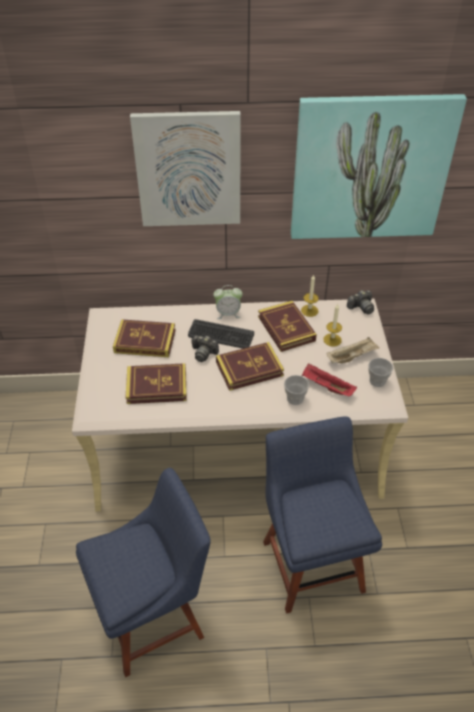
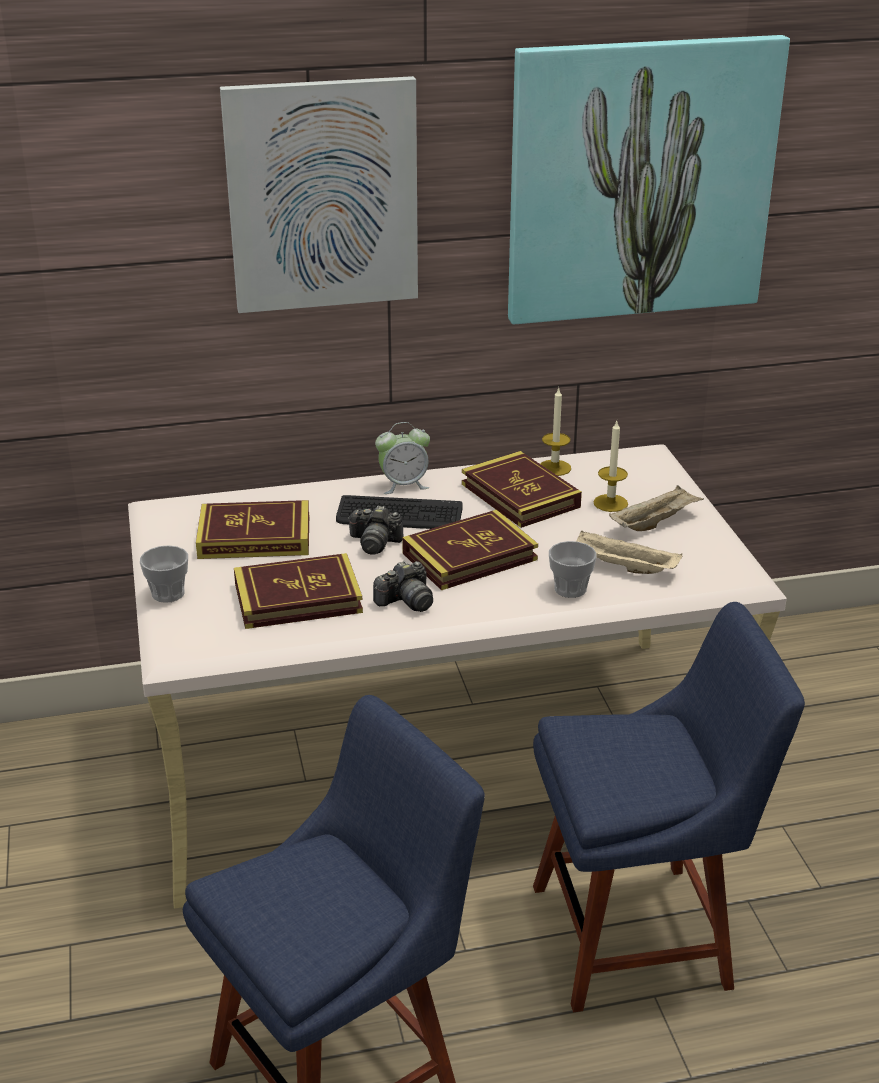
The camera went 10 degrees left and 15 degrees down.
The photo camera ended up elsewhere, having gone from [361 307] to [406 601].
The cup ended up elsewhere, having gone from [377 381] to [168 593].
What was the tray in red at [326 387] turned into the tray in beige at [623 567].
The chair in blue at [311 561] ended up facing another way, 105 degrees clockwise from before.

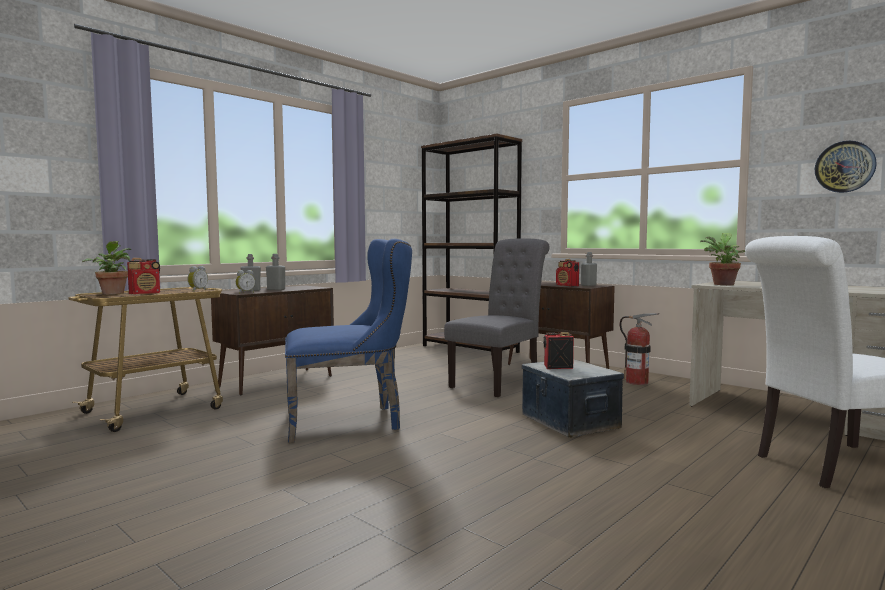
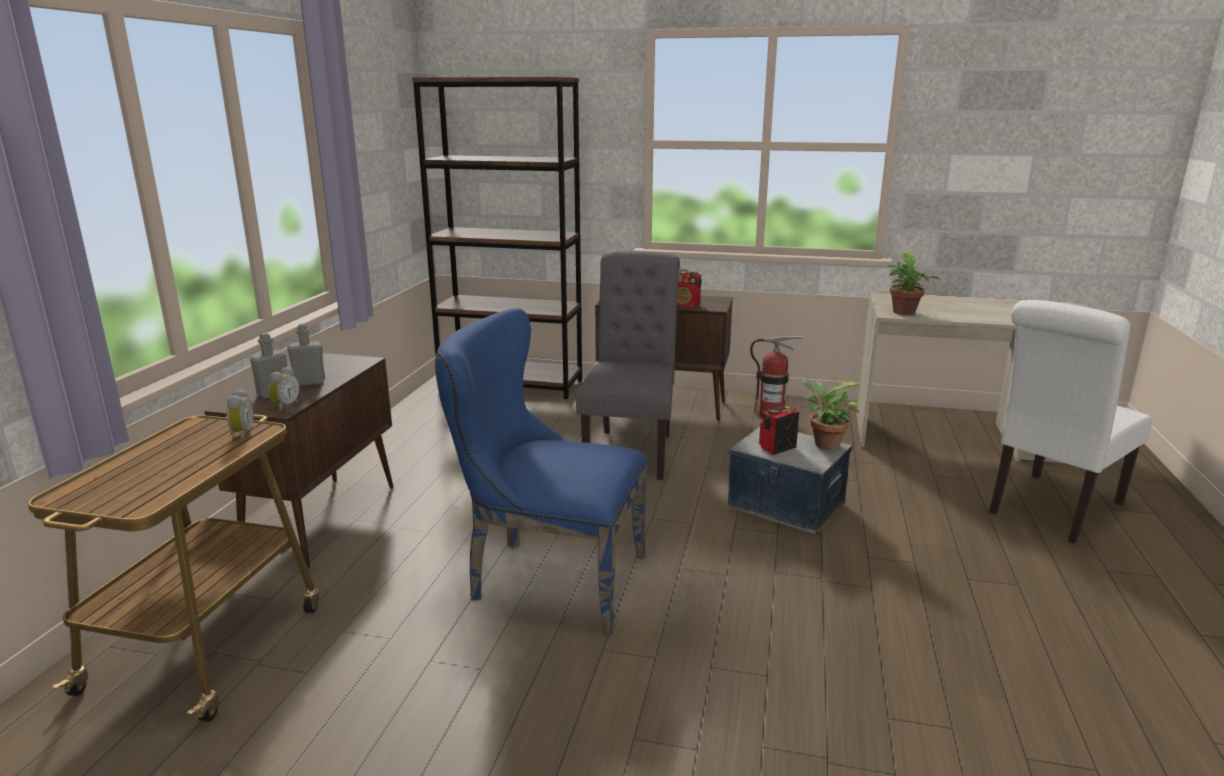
The camera went 30 degrees left and 15 degrees up.
The second view lost the radio at [145 293].
The second view lost the bottle in grey at [588 285].
The second view lost the wall clock at [845 167].
The potted plant ended up elsewhere, having gone from [112 293] to [823 444].
The chair in blue at [350 421] ended up facing another way, 120 degrees counterclockwise from before.

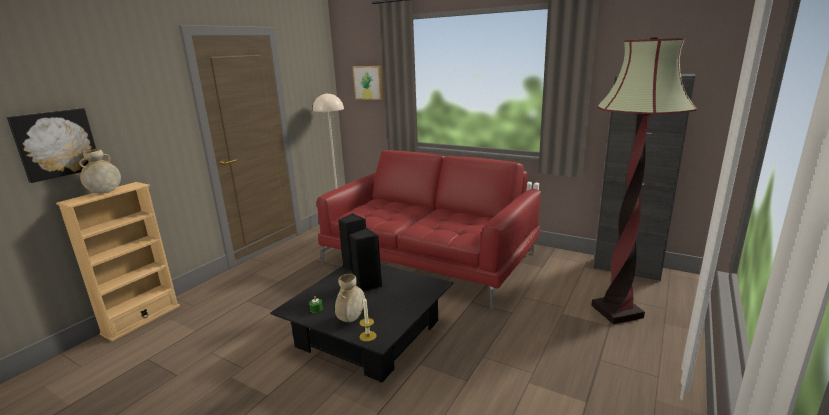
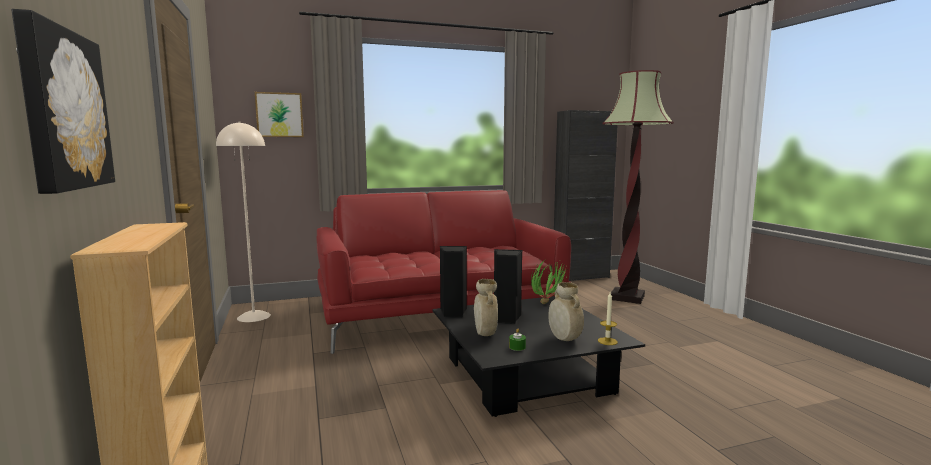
The camera went 50 degrees left and 10 degrees down.
The second view gained the potted plant at [549 303].
The vase in beige ended up elsewhere, having gone from [105 192] to [485 334].

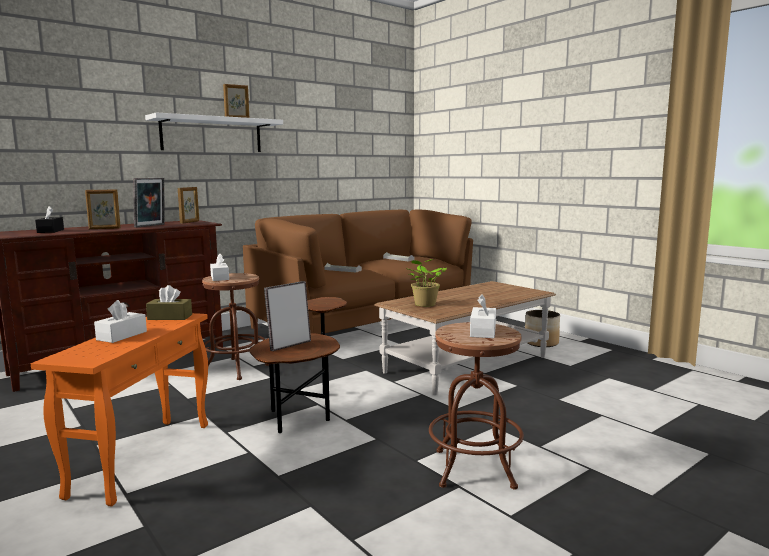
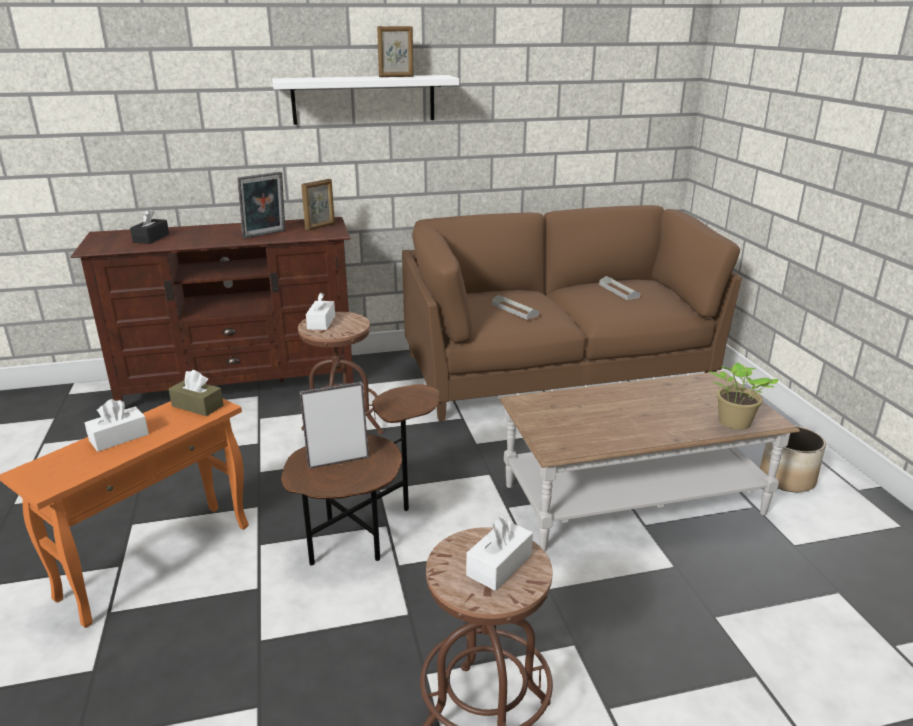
The camera went 25 degrees right and 15 degrees up.
The second view lost the picture frame at [104 228].
The potted plant ended up elsewhere, having gone from [424 305] to [733 423].

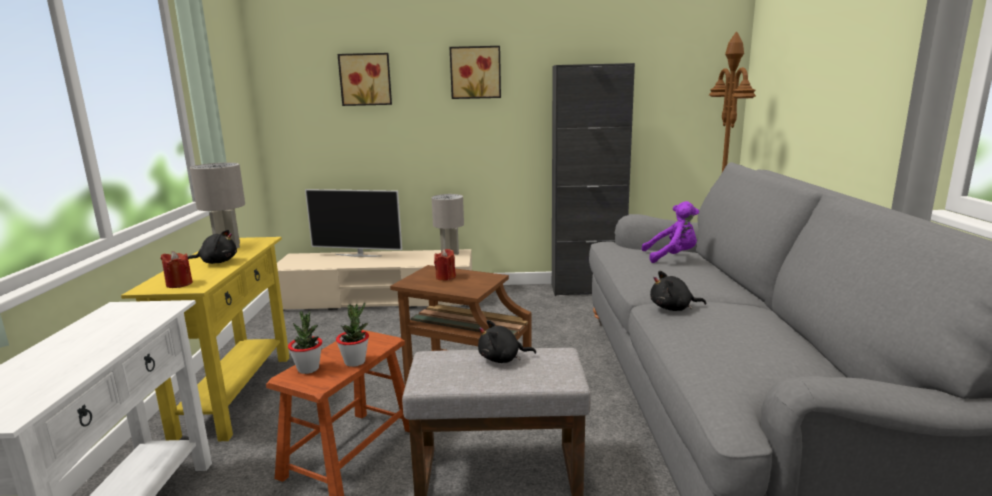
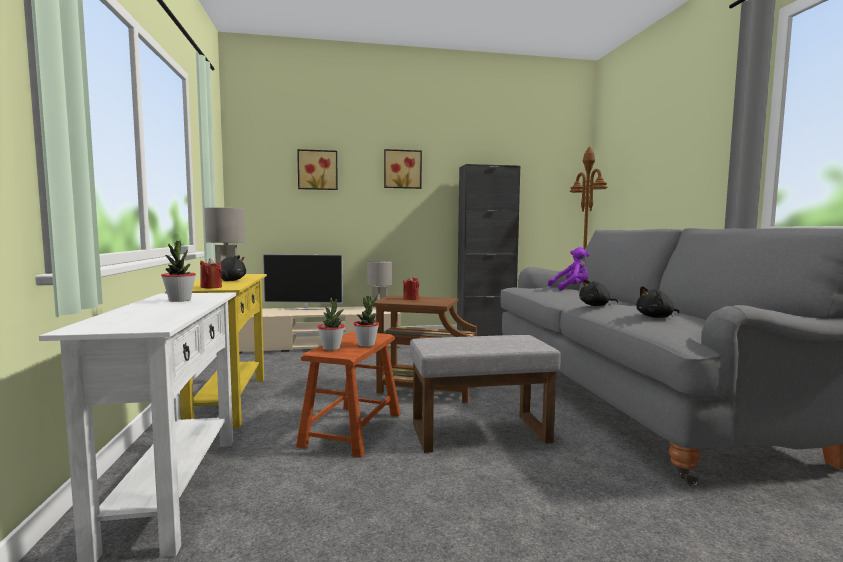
The camera went 10 degrees left and 10 degrees down.
The second view gained the potted plant at [180 300].
The plush toy in black ended up elsewhere, having gone from [502 359] to [656 317].

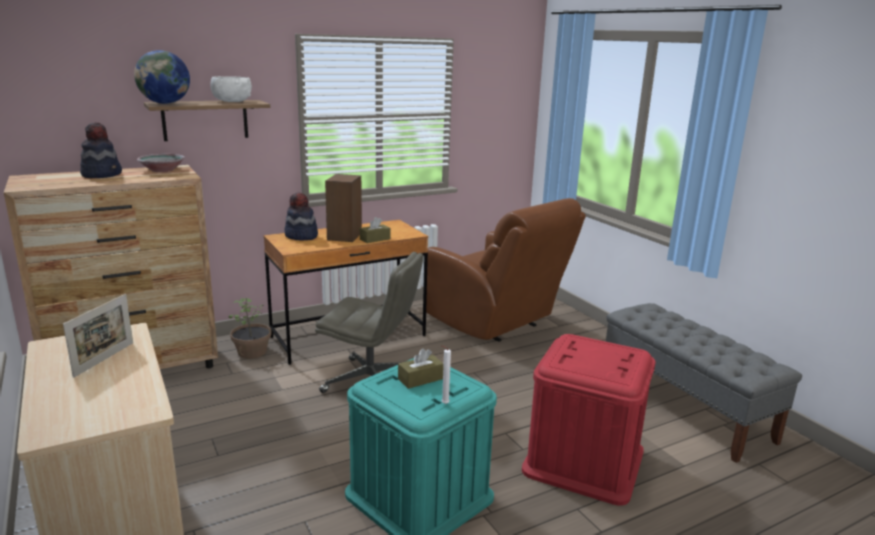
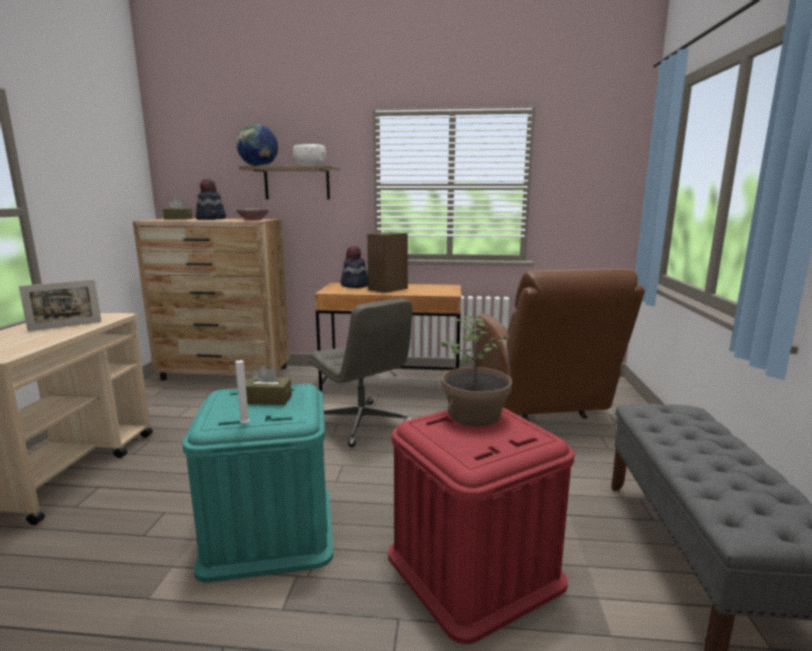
The camera went 35 degrees right and 5 degrees down.
The potted plant ended up elsewhere, having gone from [252 352] to [475 416].
The tissue box in brown ended up elsewhere, having gone from [375 239] to [178 219].

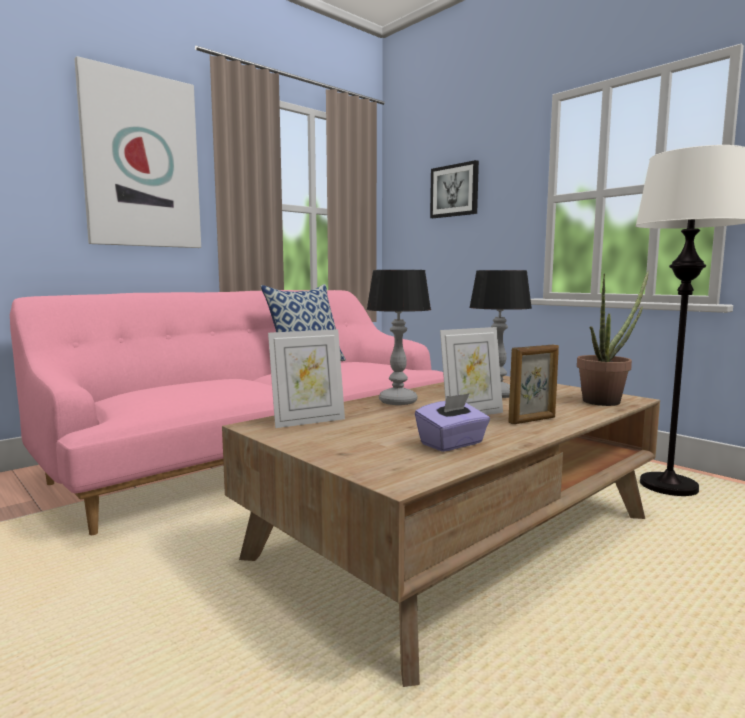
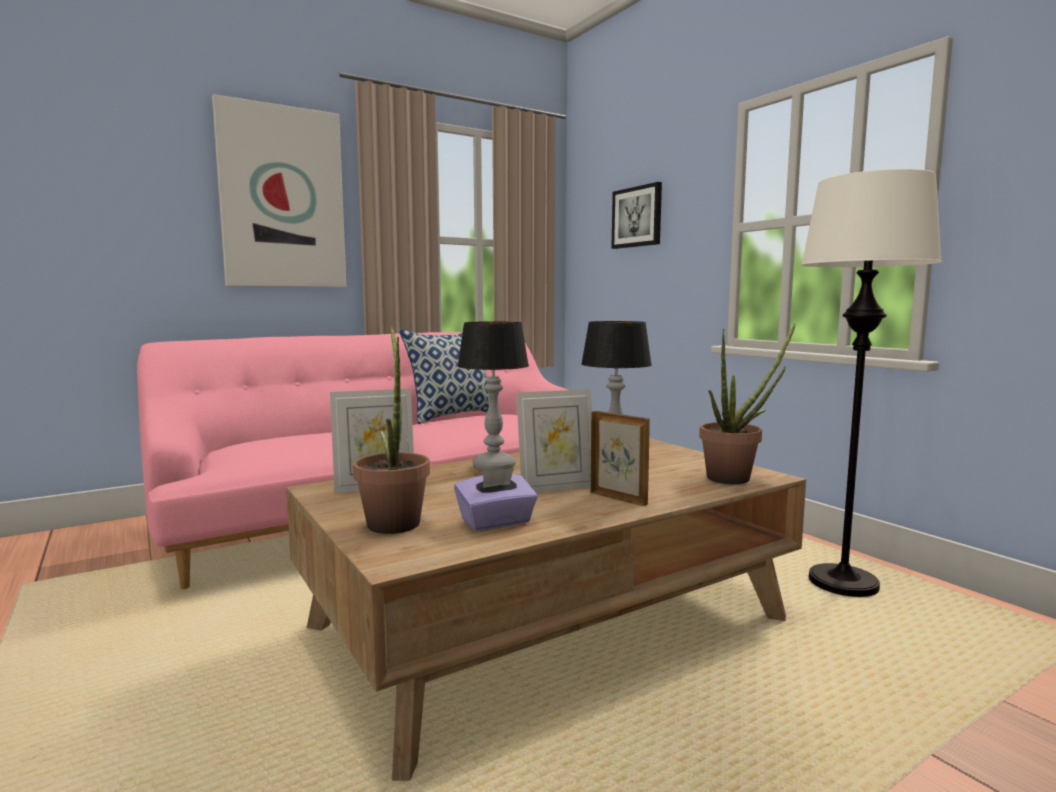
The camera went 10 degrees right and 0 degrees up.
The second view gained the potted plant at [394 520].
The picture frame at [533 420] ended up facing another way, 120 degrees counterclockwise from before.

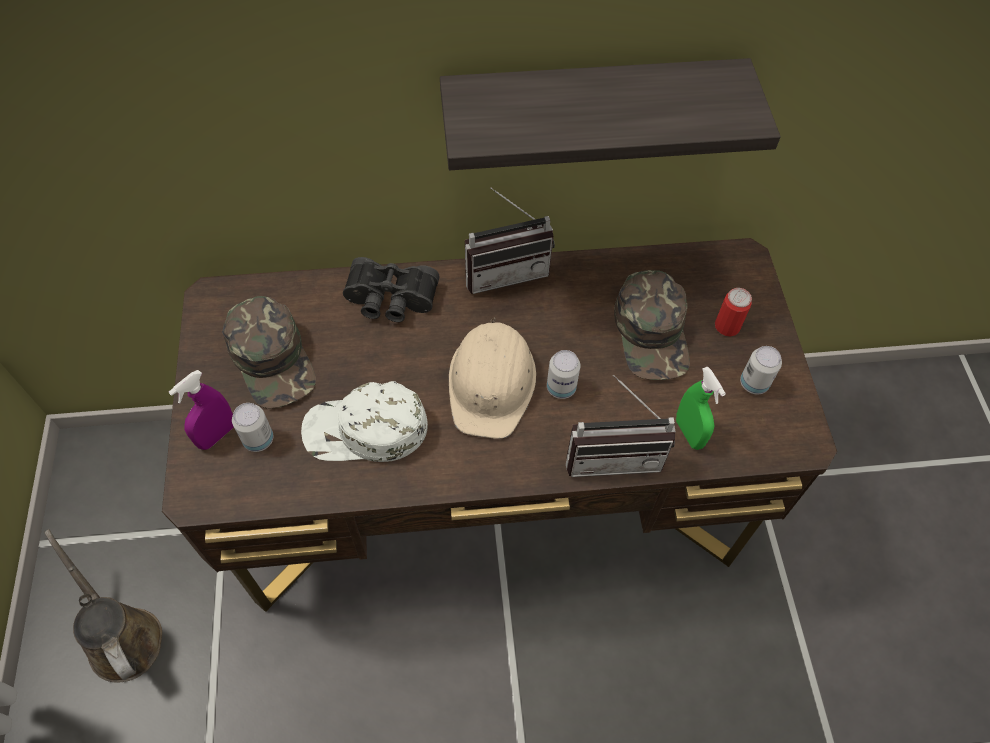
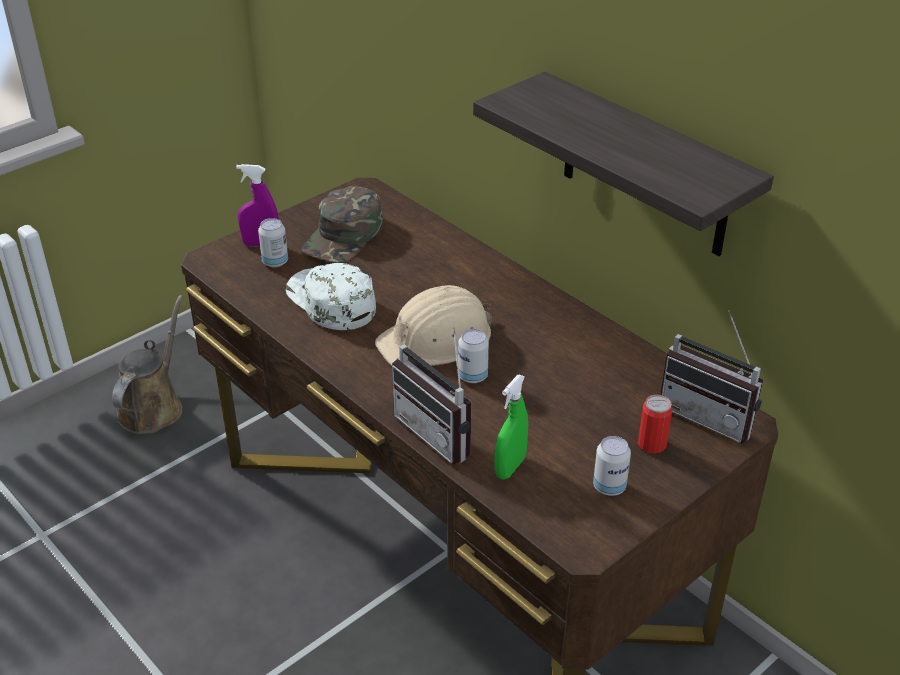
The camera went 55 degrees right and 20 degrees down.
The second view lost the binoculars in black at [390 300].
The second view lost the cap in green at [652 333].
The radio ended up elsewhere, having gone from [505 270] to [710 415].

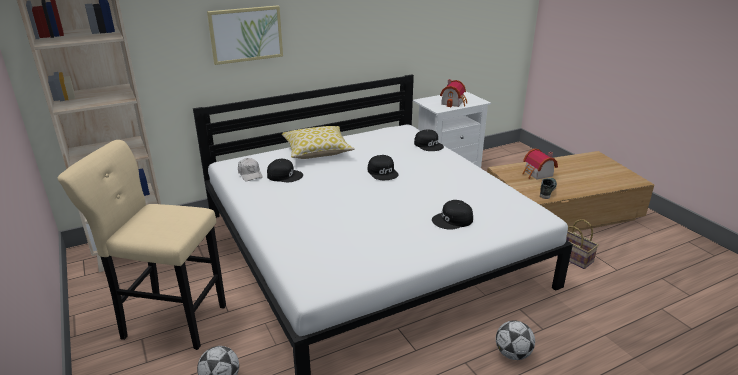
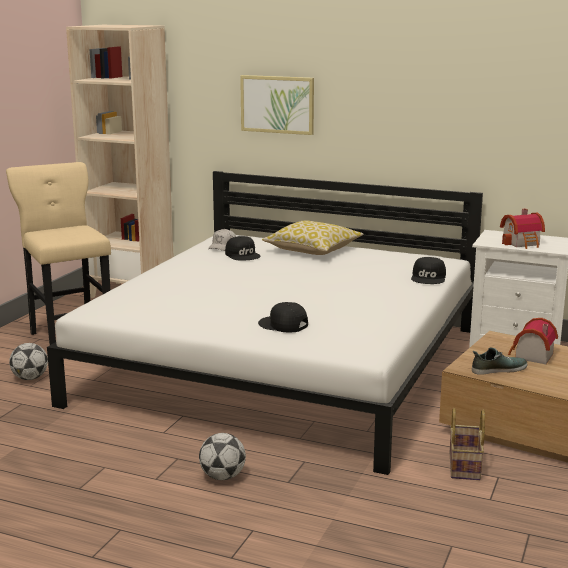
The camera went 50 degrees right and 10 degrees down.
The second view lost the cap in black at [383 172].

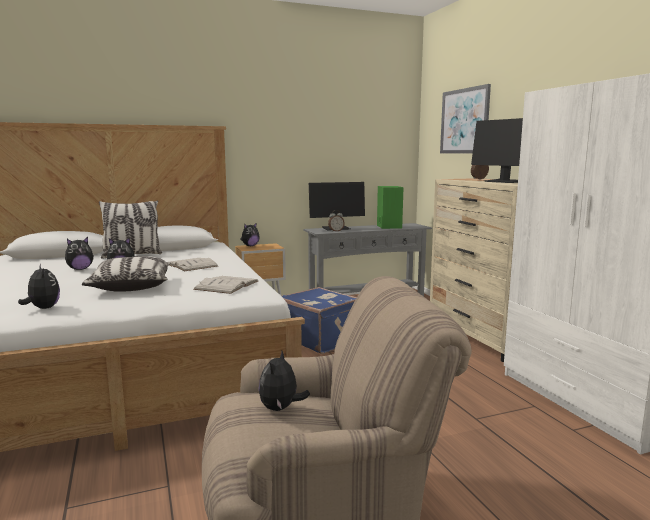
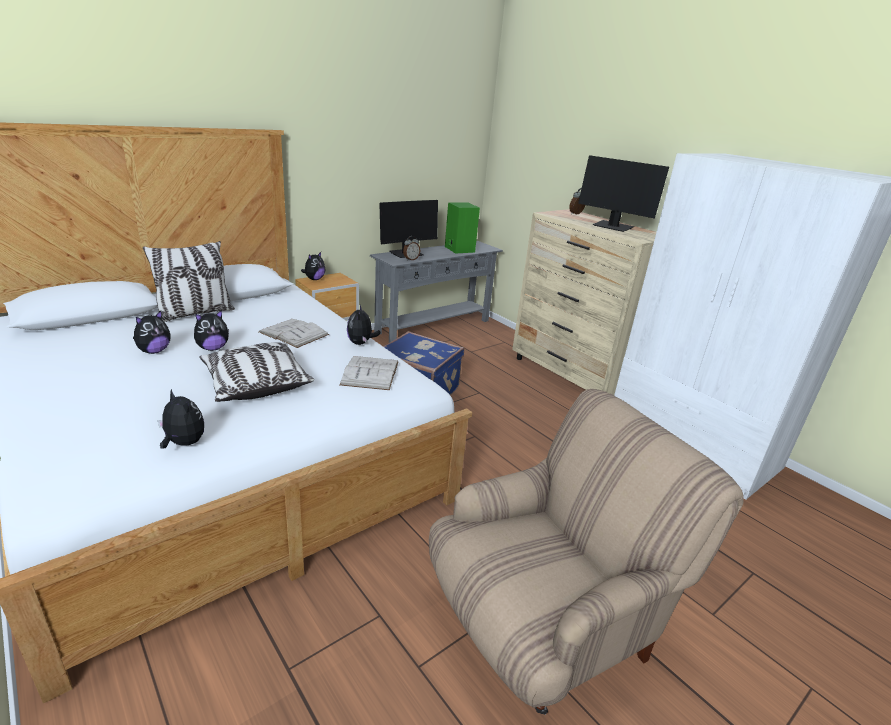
The camera went 20 degrees left and 15 degrees up.
The second view lost the picture at [464 121].
The plush toy ended up elsewhere, having gone from [281 408] to [361 343].

